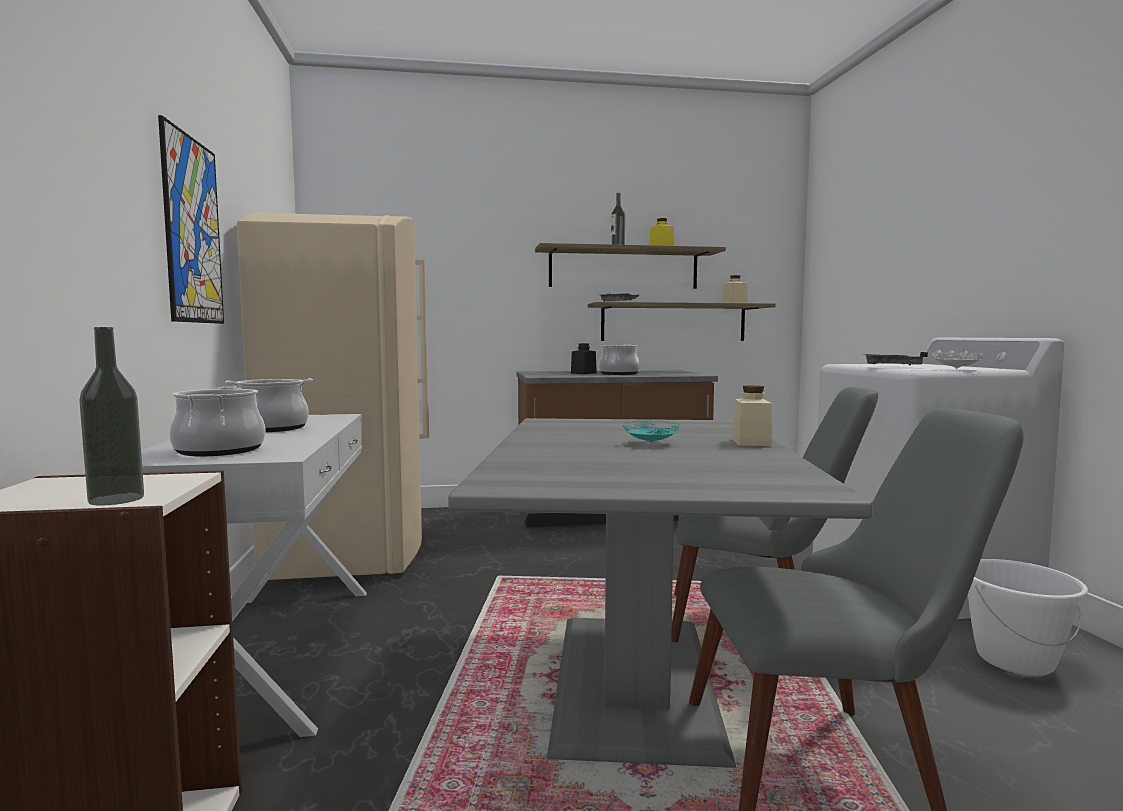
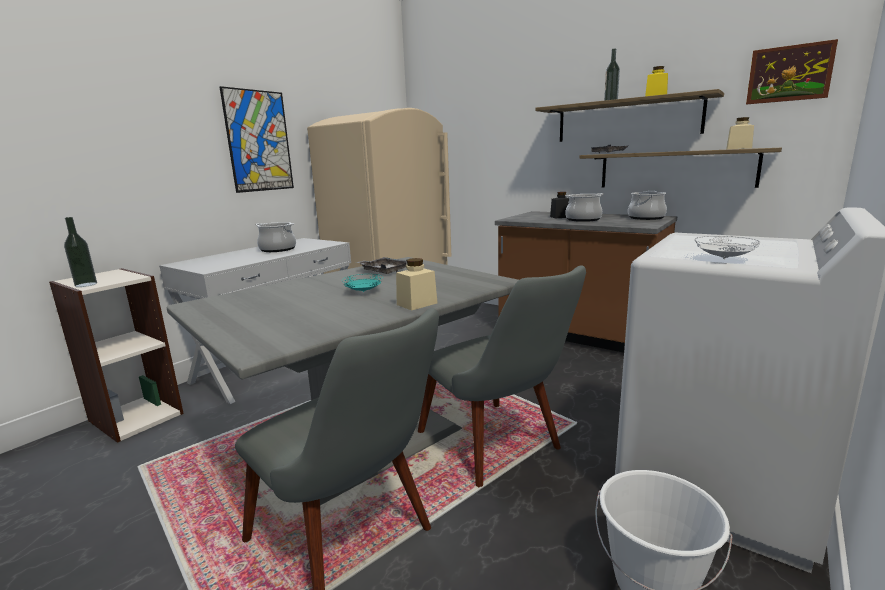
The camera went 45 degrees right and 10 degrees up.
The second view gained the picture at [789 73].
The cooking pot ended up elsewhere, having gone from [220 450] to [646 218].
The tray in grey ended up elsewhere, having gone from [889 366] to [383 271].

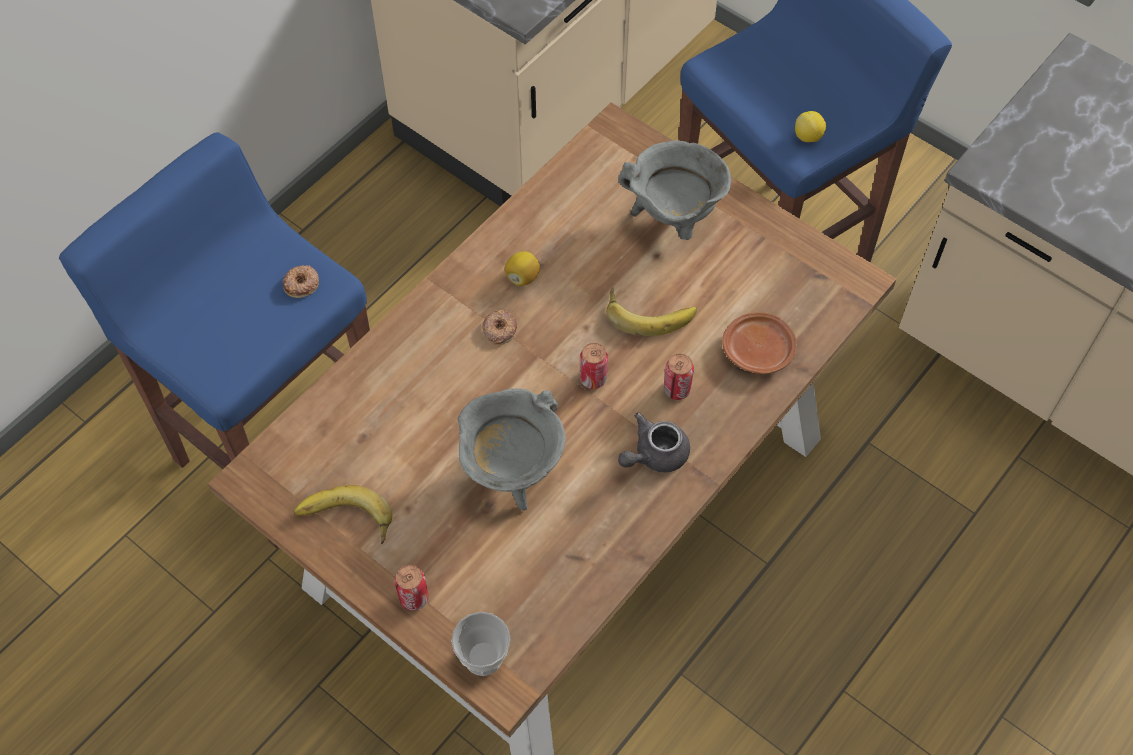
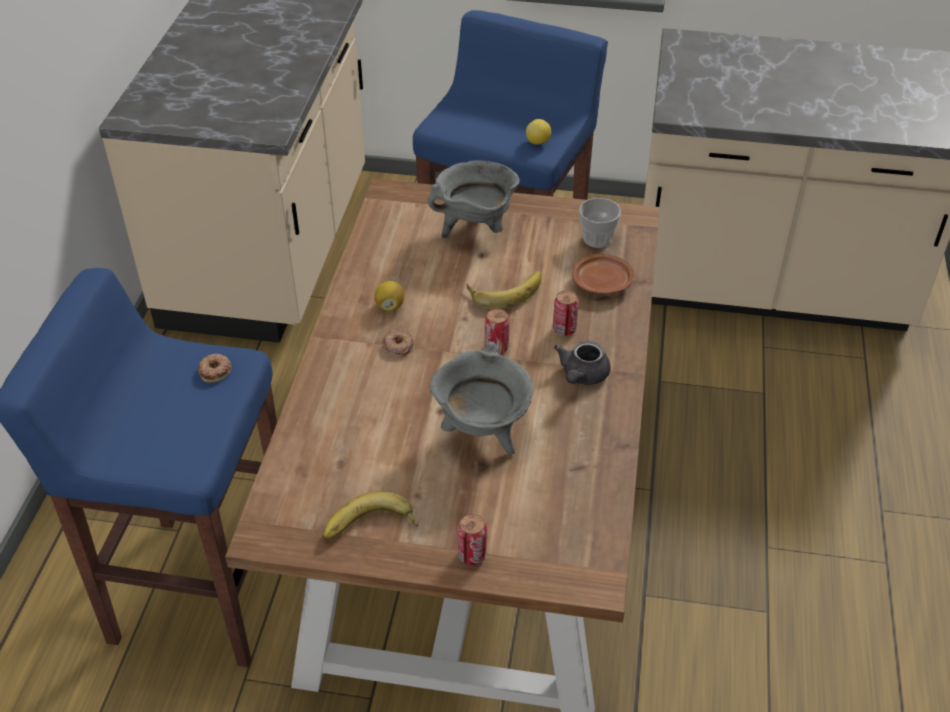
The camera went 30 degrees left and 15 degrees down.
The cup ended up elsewhere, having gone from [483 657] to [597 239].

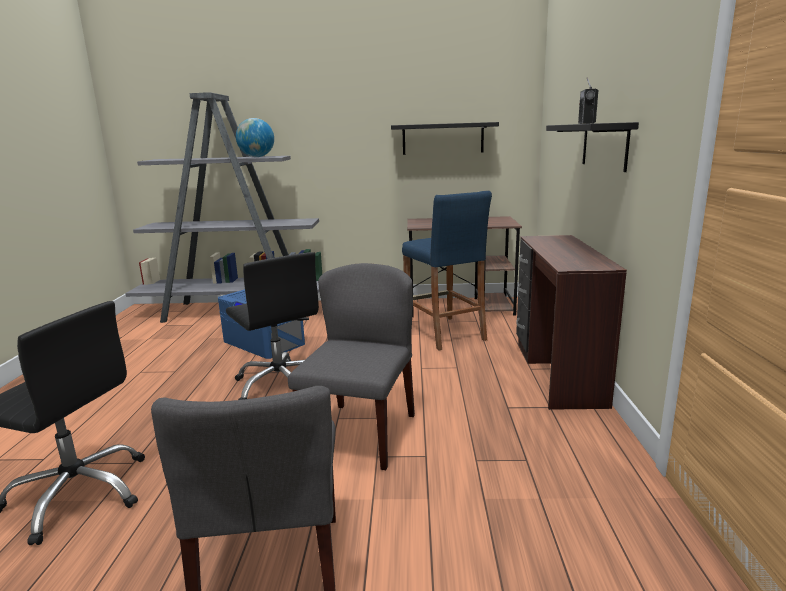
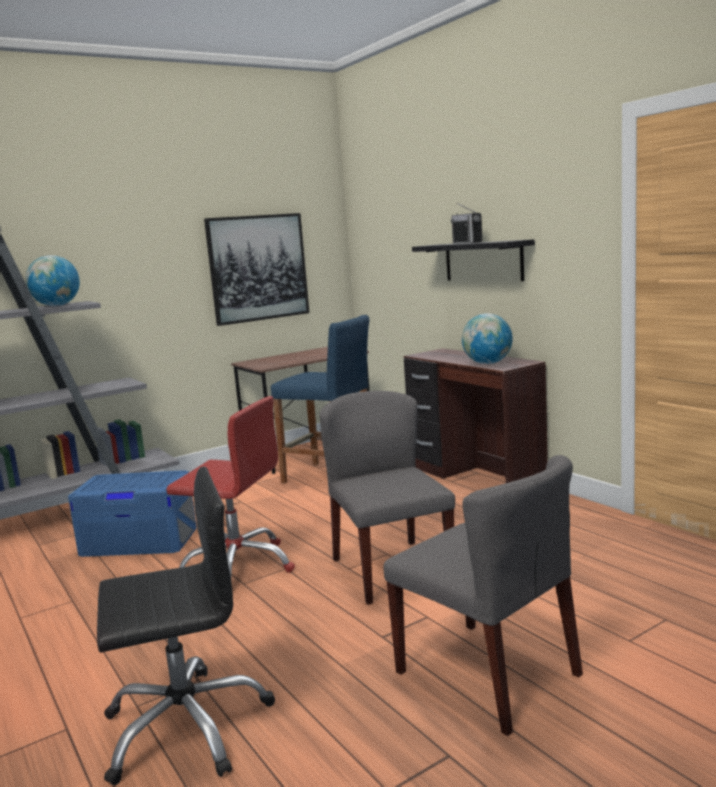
The camera went 35 degrees left and 5 degrees down.
The second view gained the globe at [487 363].
Where the shelf in black hung at [443 138], the picture came to hang at [258 268].
What was the office chair in black at [280 385] turned into the office chair in red at [238 566].

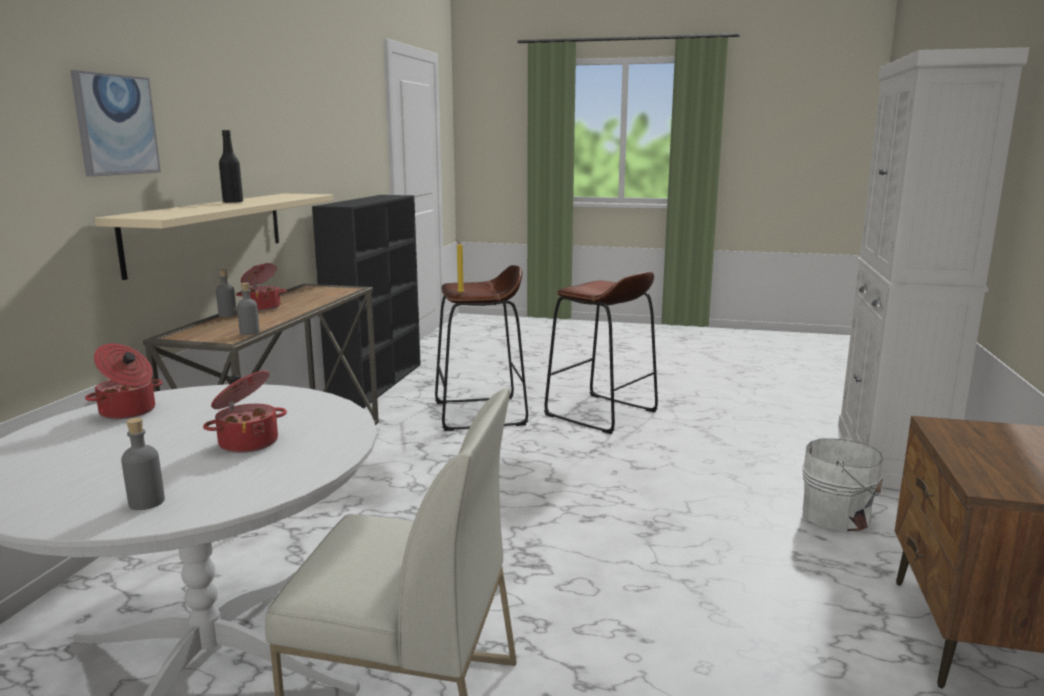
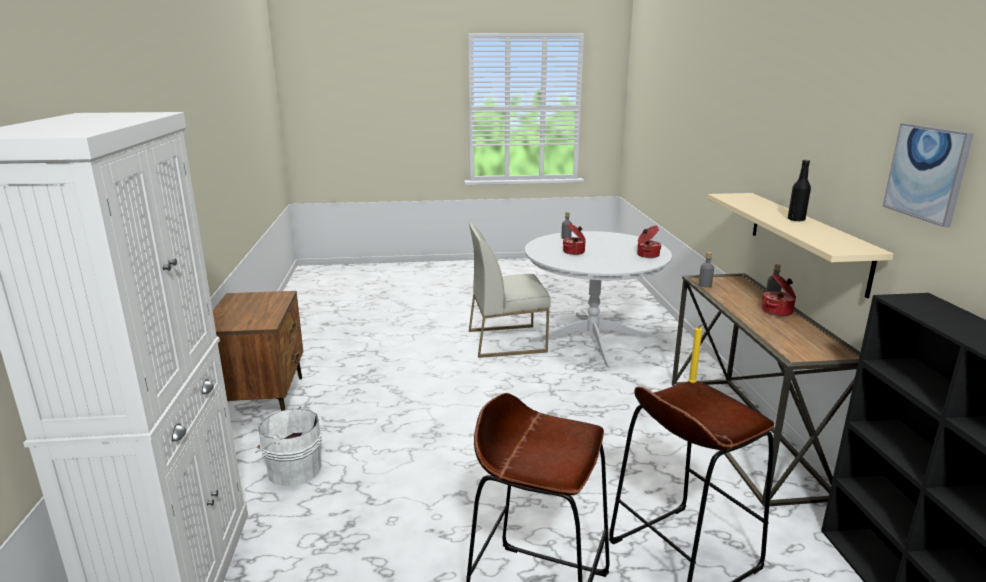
The camera went 160 degrees right and 5 degrees up.
The picture ended up elsewhere, having gone from [115 125] to [927 172].

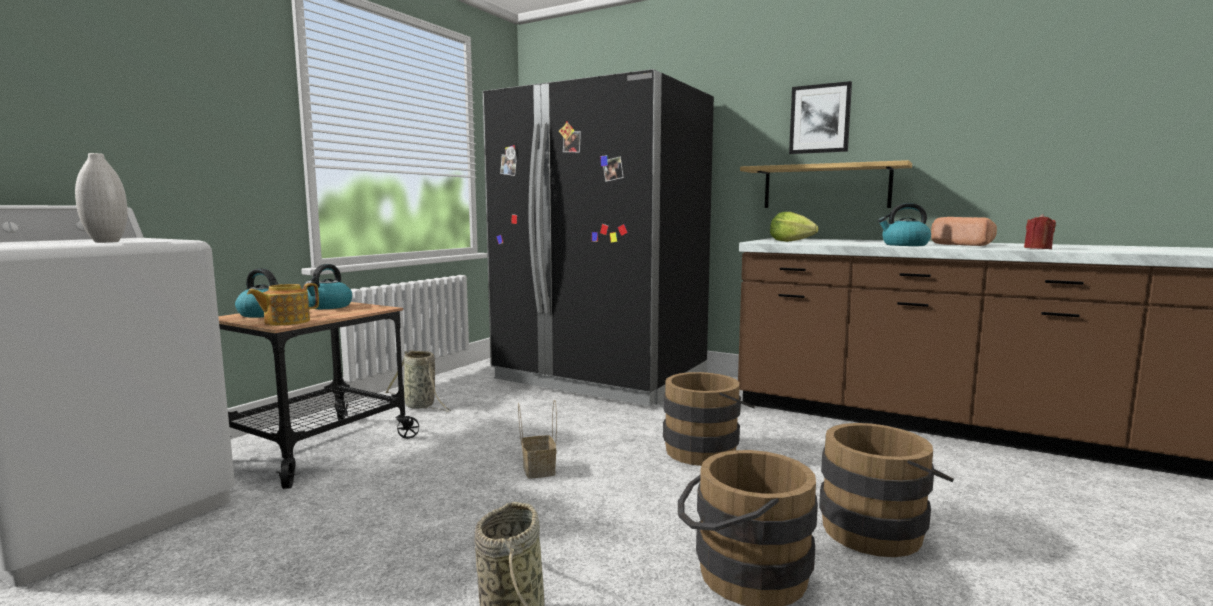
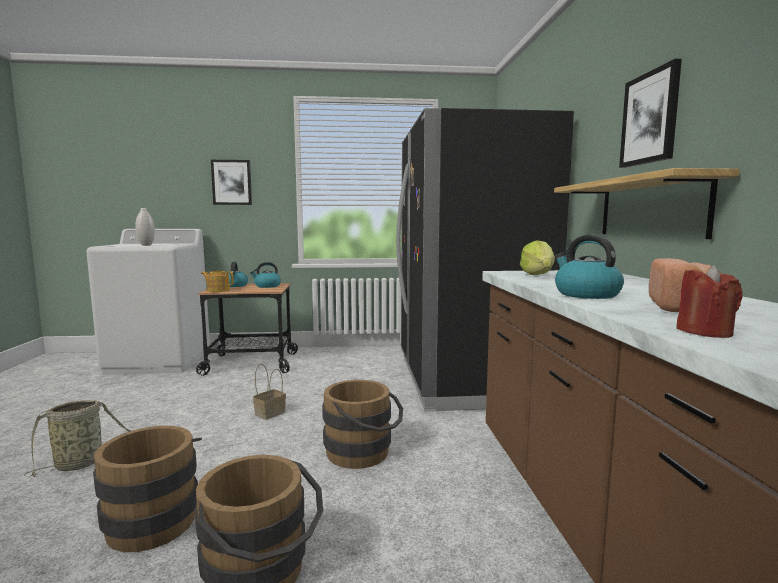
The camera went 55 degrees right and 0 degrees up.
The second view lost the basket at [421 406].
The second view gained the picture at [232 182].

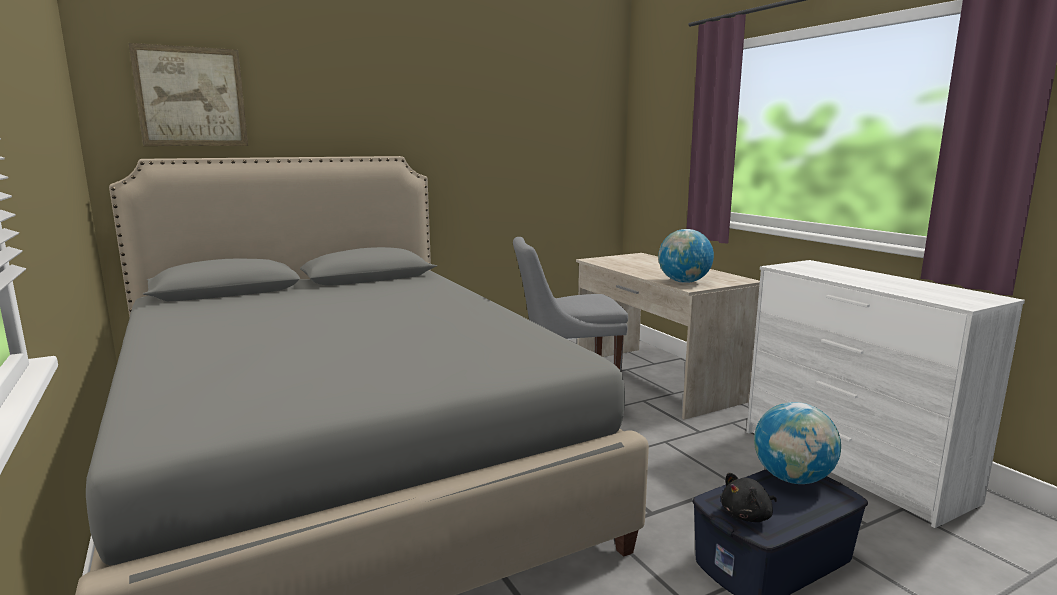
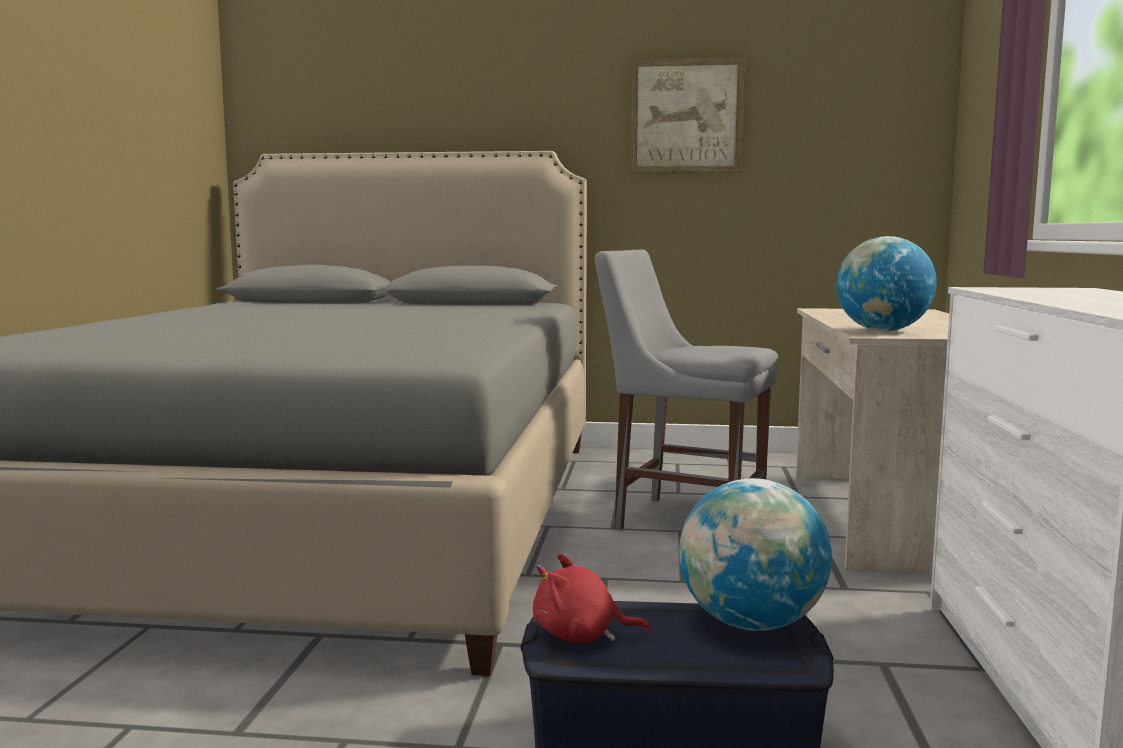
The camera went 35 degrees right and 5 degrees down.
The picture ended up elsewhere, having gone from [191 97] to [686 116].
What was the plush toy in black at [748 516] turned into the plush toy in red at [581 636].

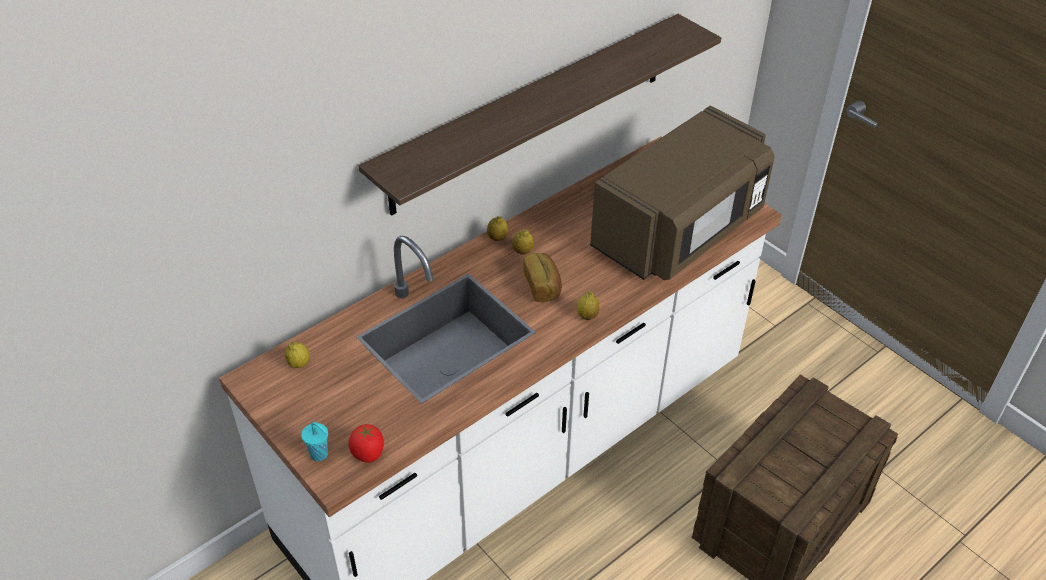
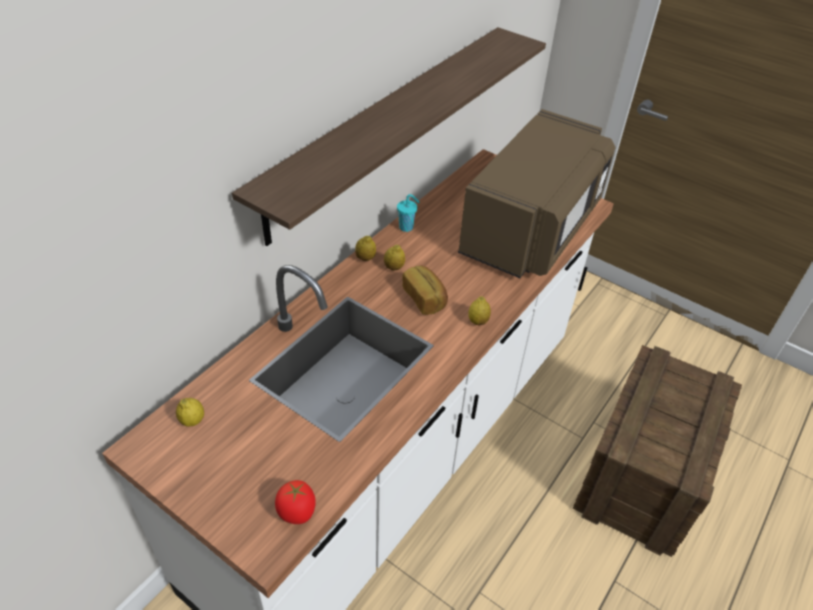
The camera went 15 degrees left and 0 degrees up.
The cup in turquoise ended up elsewhere, having gone from [320 454] to [407 228].

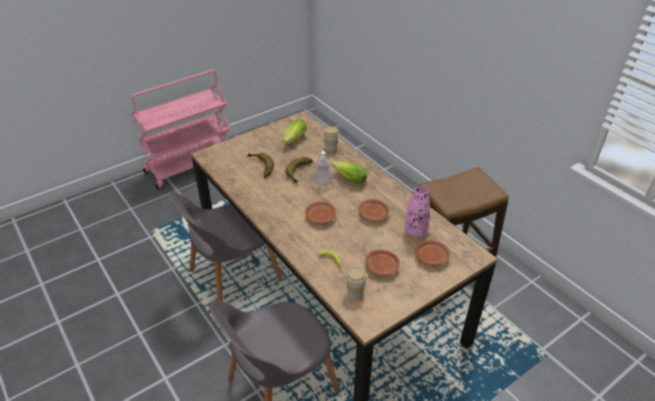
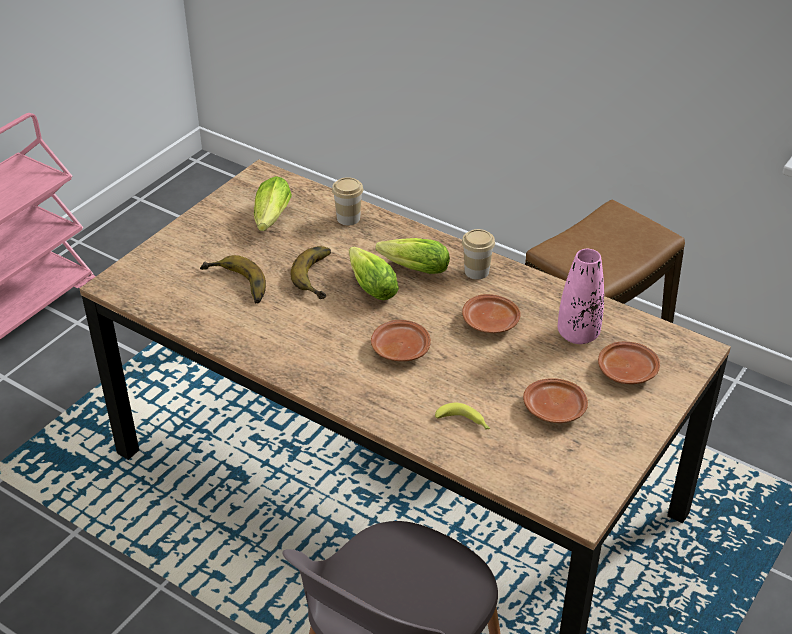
The camera went 20 degrees left and 0 degrees up.
The second view lost the chair in grey at [232 276].
The cup ended up elsewhere, having gone from [355 292] to [476 271].
Where the soap dispenser stood at [323 182], the lettuce came to stand at [370 285].

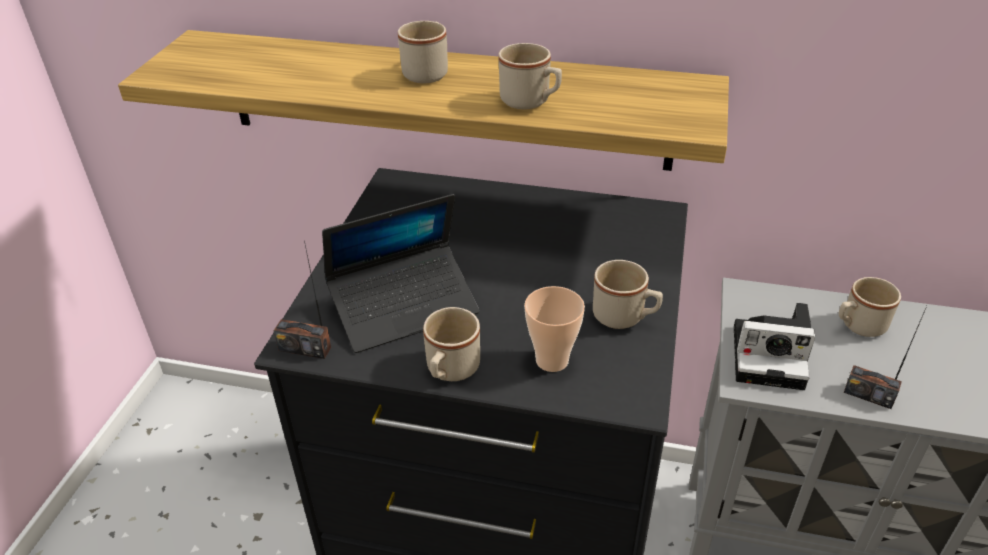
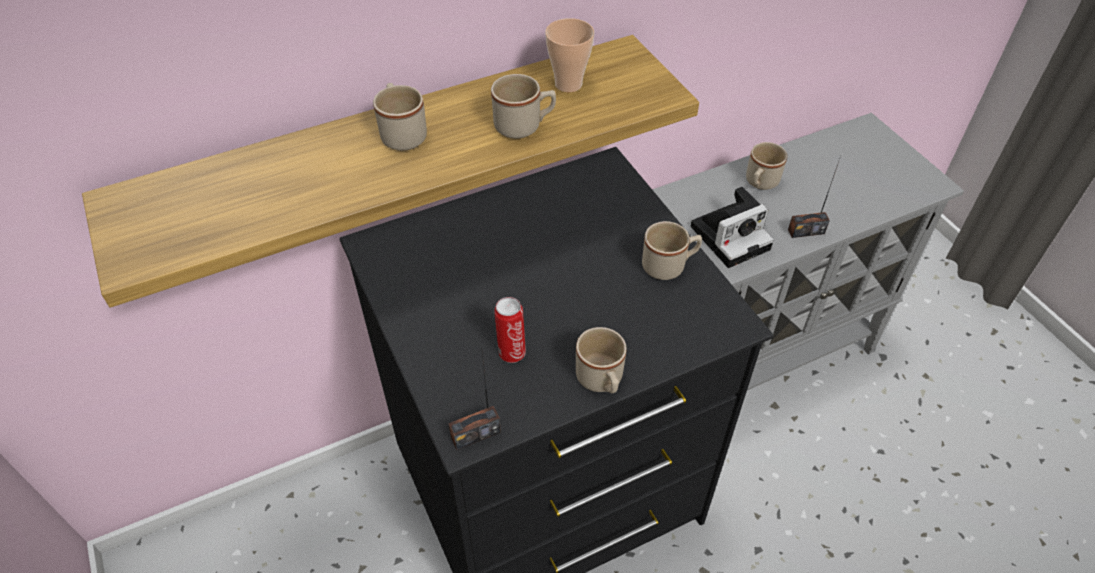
The camera went 40 degrees left and 10 degrees up.
The cup ended up elsewhere, having gone from [552 360] to [568 84].
Where the laptop stood at [404 307], the can came to stand at [511 352].

